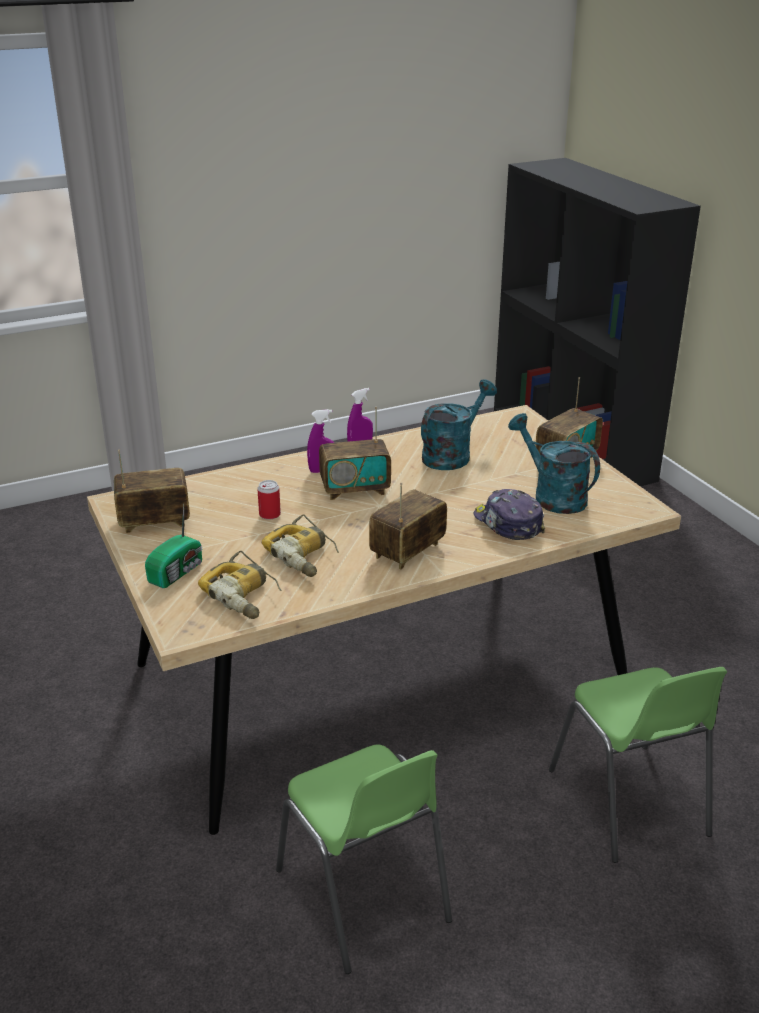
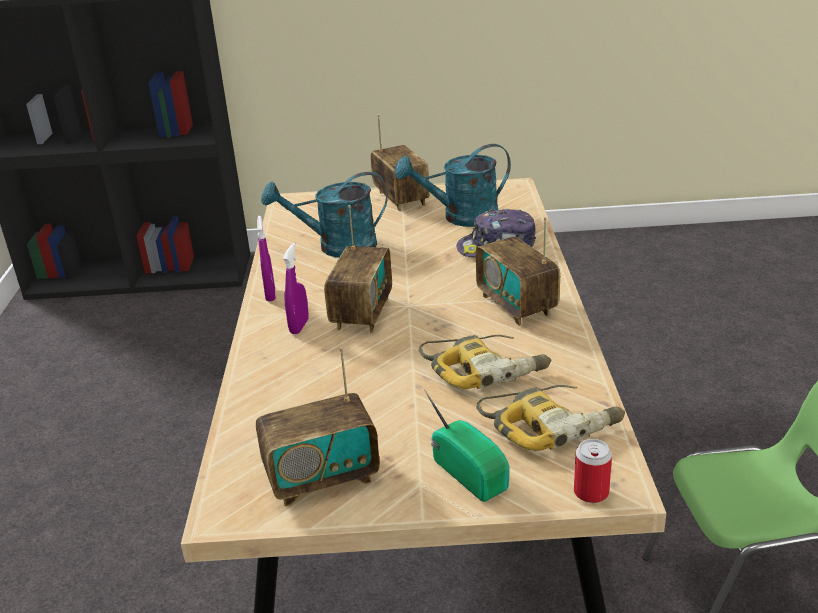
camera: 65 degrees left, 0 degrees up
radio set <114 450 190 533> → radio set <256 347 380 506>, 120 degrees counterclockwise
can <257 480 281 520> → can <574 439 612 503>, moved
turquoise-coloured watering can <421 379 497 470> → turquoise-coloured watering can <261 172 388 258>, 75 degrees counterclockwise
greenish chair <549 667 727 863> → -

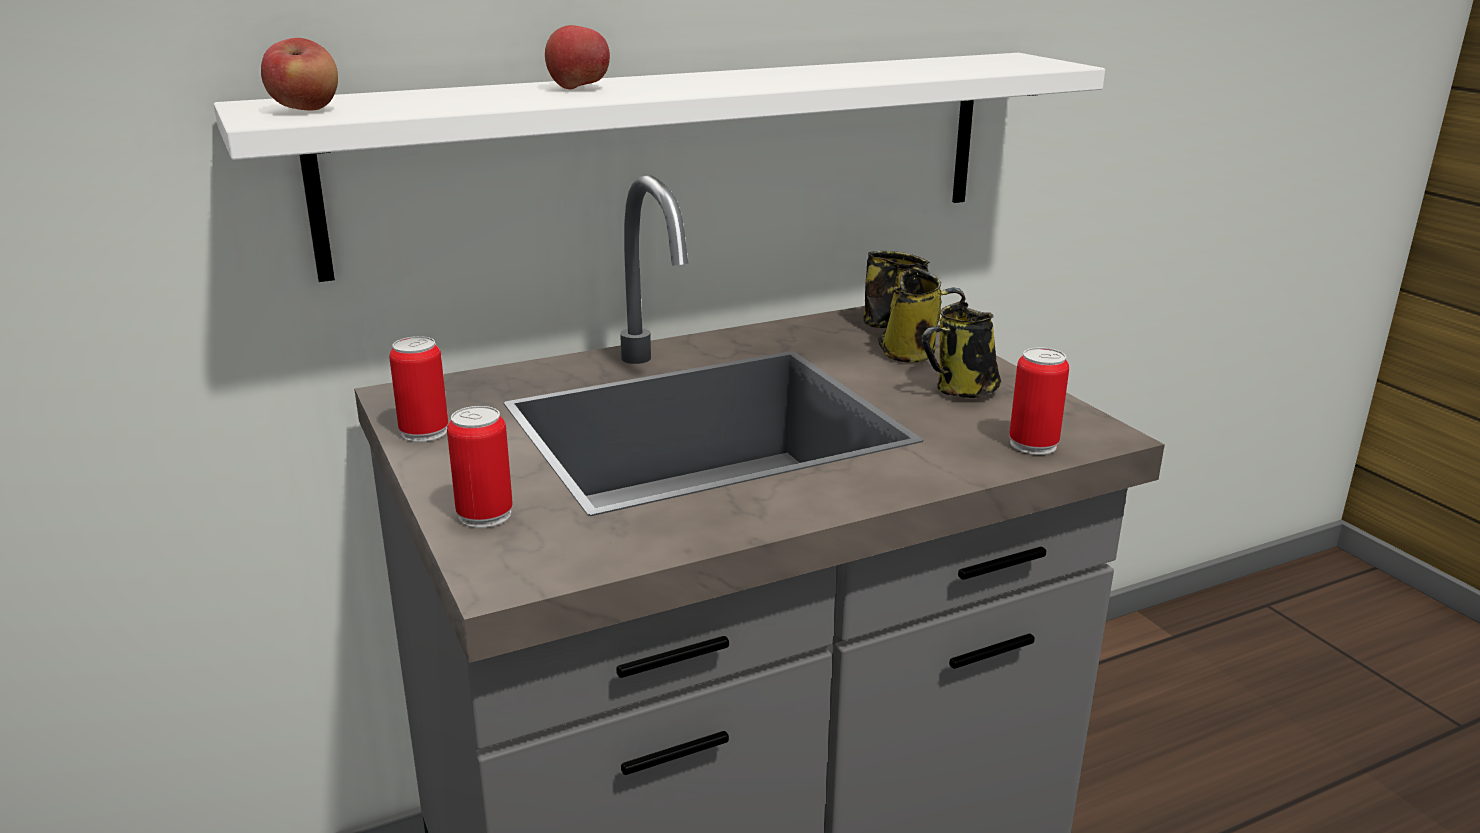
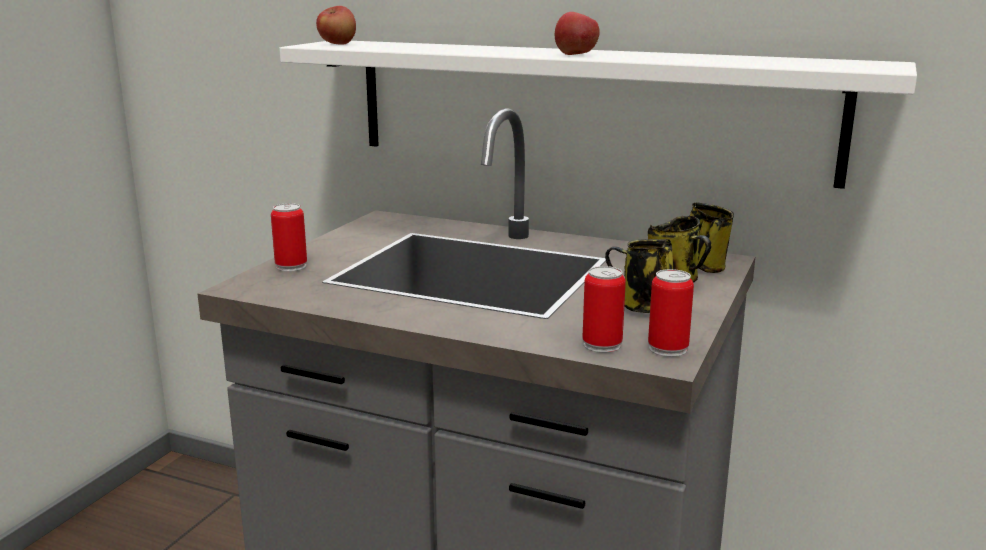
camera: 50 degrees right, 5 degrees down
can <389 336 448 442> → can <648 269 694 357>, moved
whole apple <545 25 610 89> → whole apple <555 12 600 55>, moved

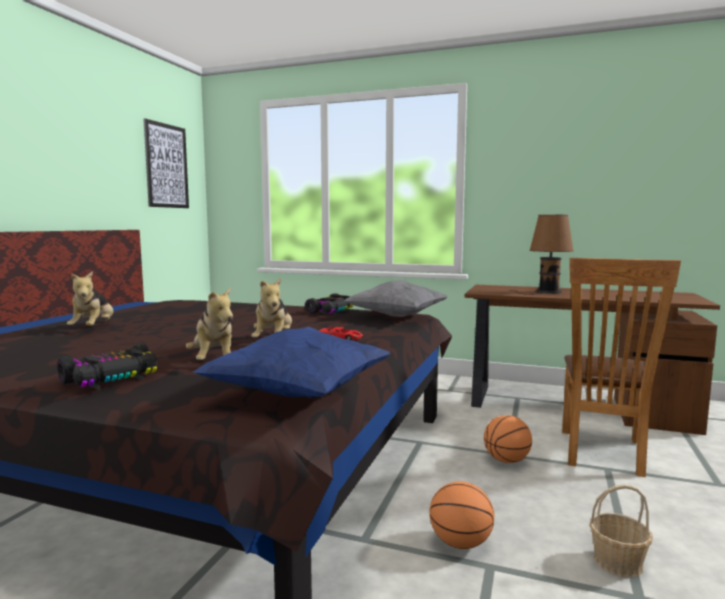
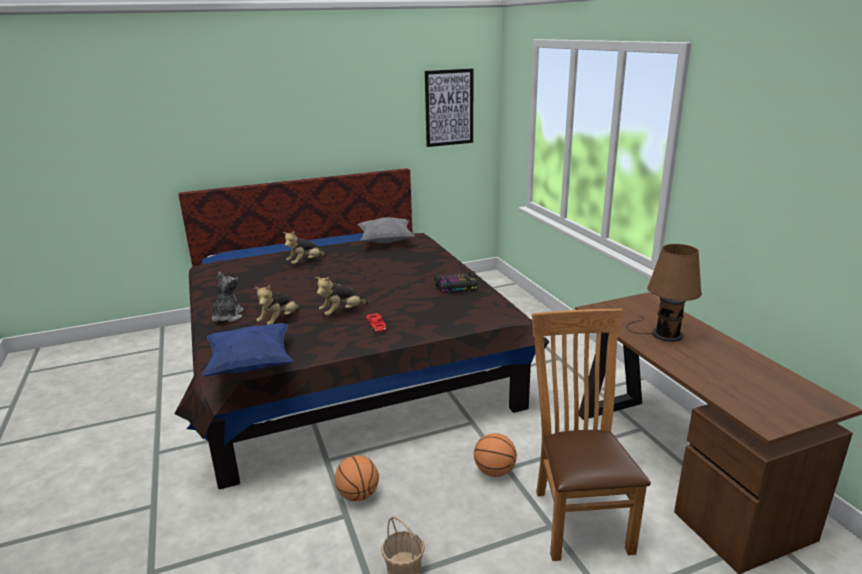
camera: 50 degrees right, 15 degrees up
miniature car <57 344 157 389> → plush toy <212 272 244 322>
greyish pillow <344 280 448 317> → greyish pillow <357 217 415 243>, moved
brownish chair <562 258 681 477> → brownish chair <532 309 651 561>, 105 degrees clockwise

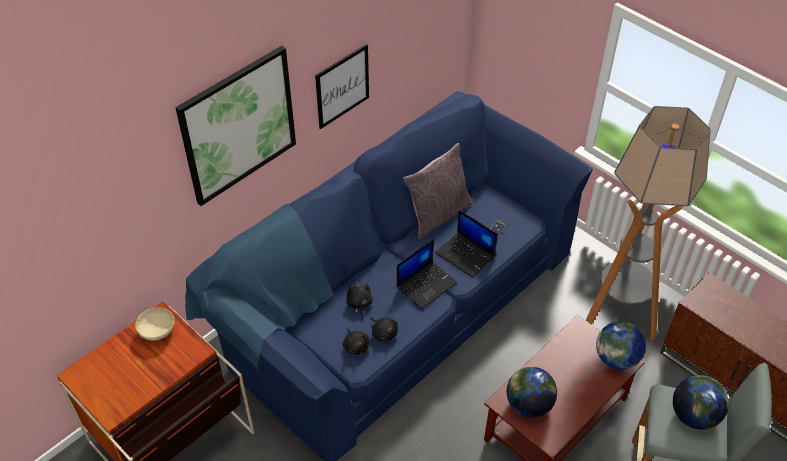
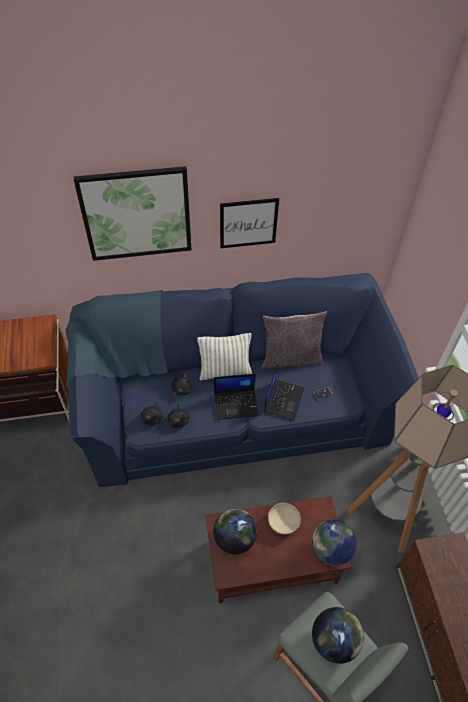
camera: 35 degrees right, 5 degrees up
beige-coloured serving bowl <135 308 175 341> → beige-coloured serving bowl <268 503 301 535>, moved
portable computer <435 210 497 278> → portable computer <264 363 304 421>, 150 degrees counterclockwise
- → pillow <197 333 252 380>

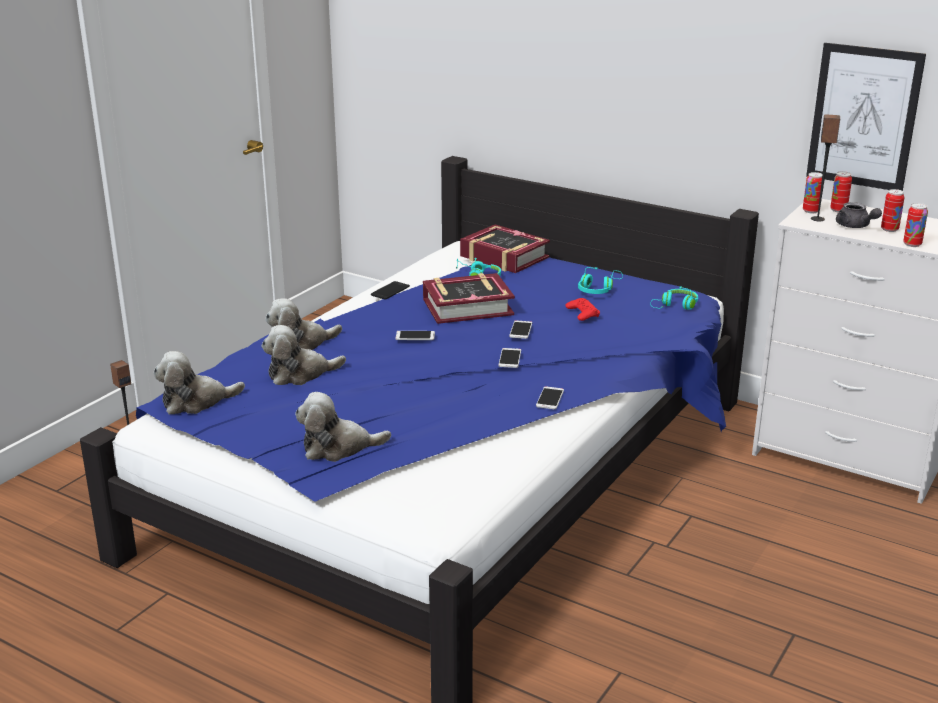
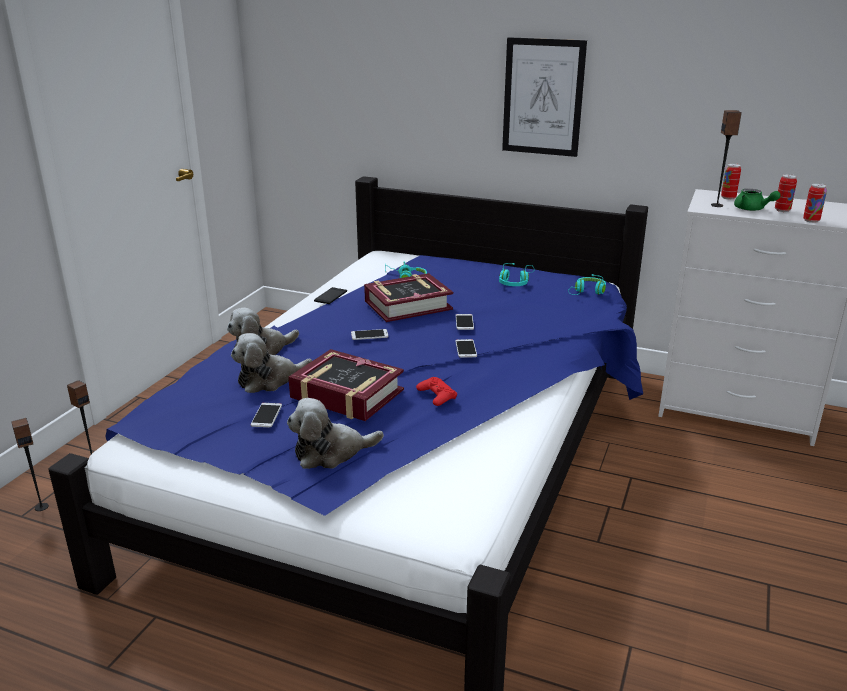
camera: 10 degrees left, 0 degrees up
plush toy <153 351 245 414> → -
volume <460 225 550 273> → volume <288 349 404 421>, moved
phone <536 386 564 410> → phone <251 403 282 427>, moved
red-coloured game controller <565 298 600 321> → red-coloured game controller <416 377 457 406>, moved
can <803 172 822 213> → -
picture <806 43 926 191> → picture <502 37 587 157>, moved
greyish tea pot <836 202 882 228> → greenish tea pot <734 189 781 211>
- → audio speaker <11 418 49 511>

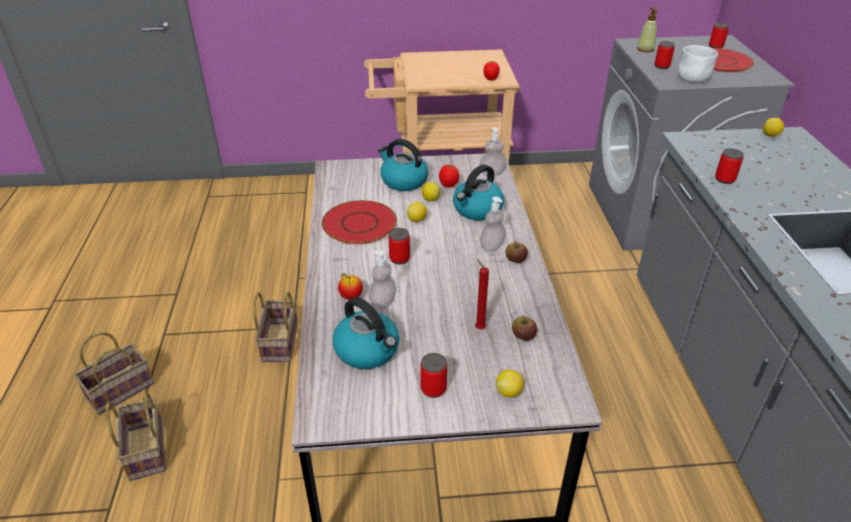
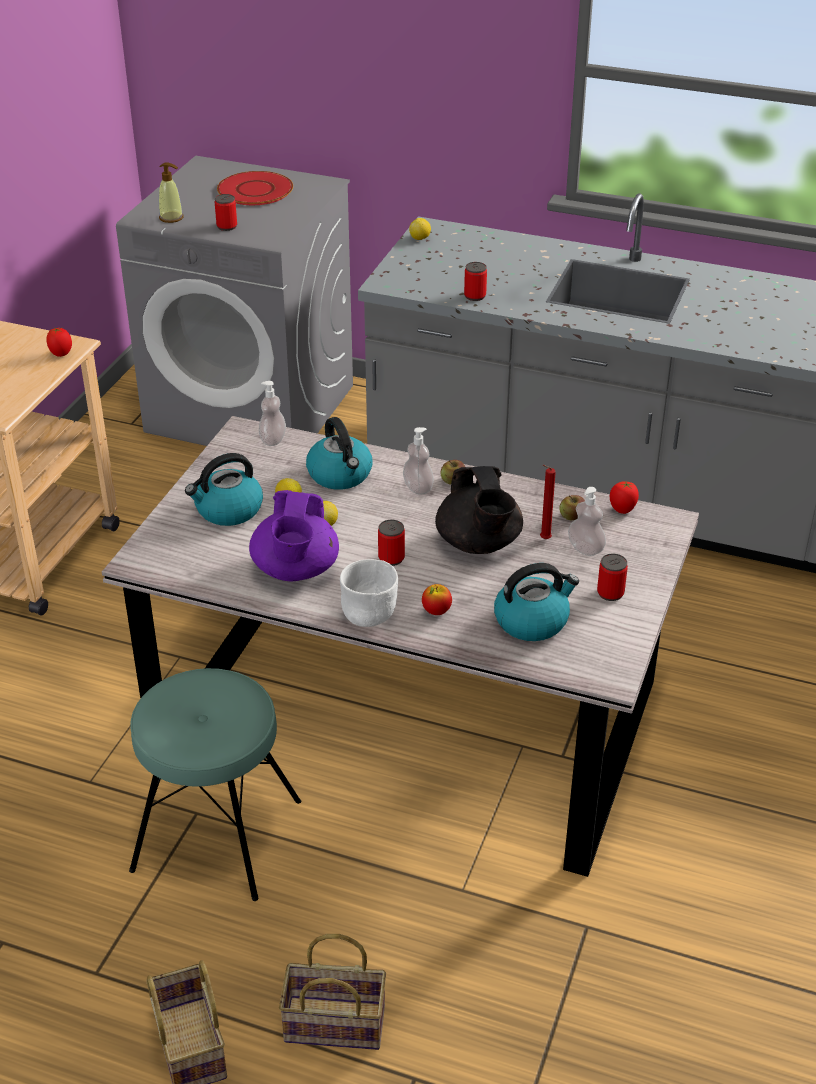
camera: 65 degrees left, 0 degrees up
basket <253 292 298 362> → turquoise-coloured sitting stool <129 668 301 901>
red-coloured plate <322 200 397 244> → purple-coloured tea pot <249 490 339 581>
liquid soap bottle <369 250 397 310> → liquid soap bottle <568 487 606 556>, moved
whole tomato <439 165 459 188> → whole tomato <610 481 639 514>, moved
citrus fruit <496 370 524 397> → -
white-coloured serving bowl <678 45 718 83> → white-coloured serving bowl <340 559 398 627>, moved
can <709 23 729 48> → -
- → black-coloured tea pot <435 466 523 554>

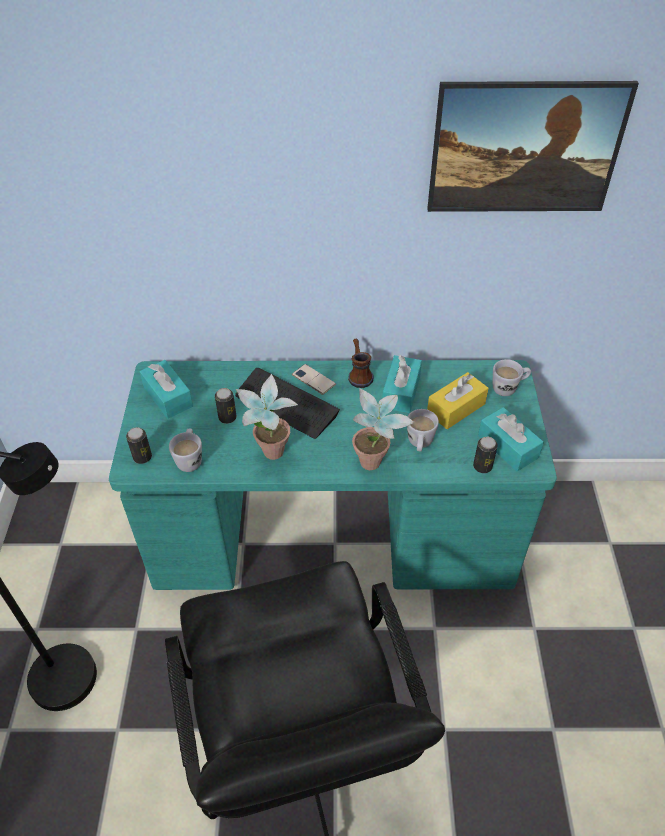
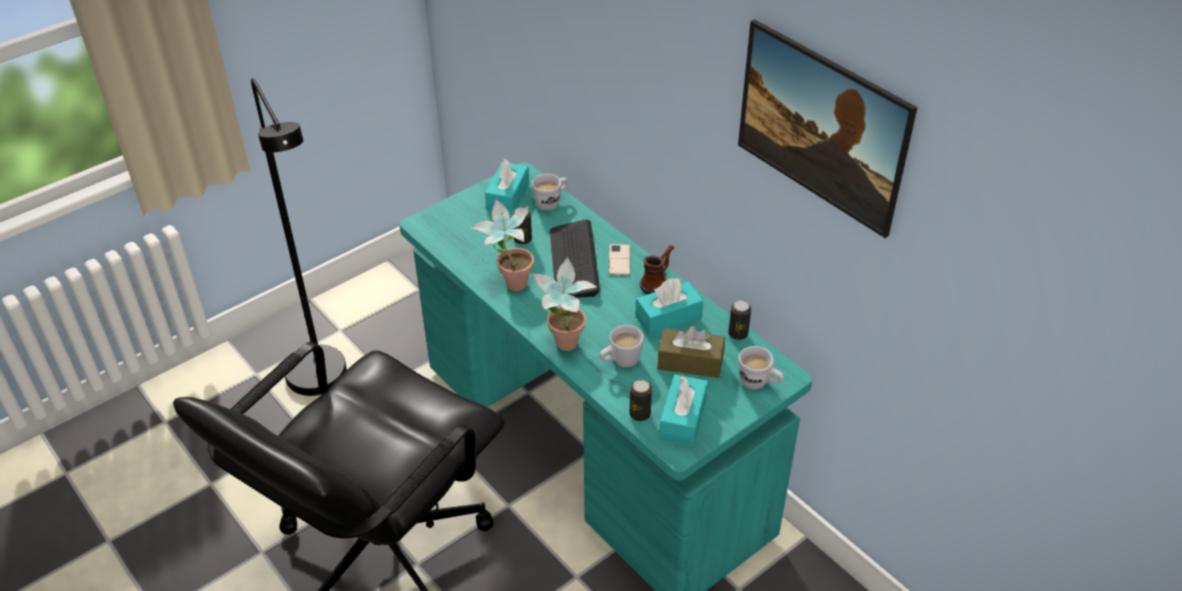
camera: 50 degrees right, 5 degrees down
can <126 427 152 464> → can <728 300 751 340>, moved
white-coloured mug <169 429 202 472> → white-coloured mug <532 174 568 211>, moved
yellow tissue holder <427 372 489 429> → brownish tissue holder <658 326 725 378>

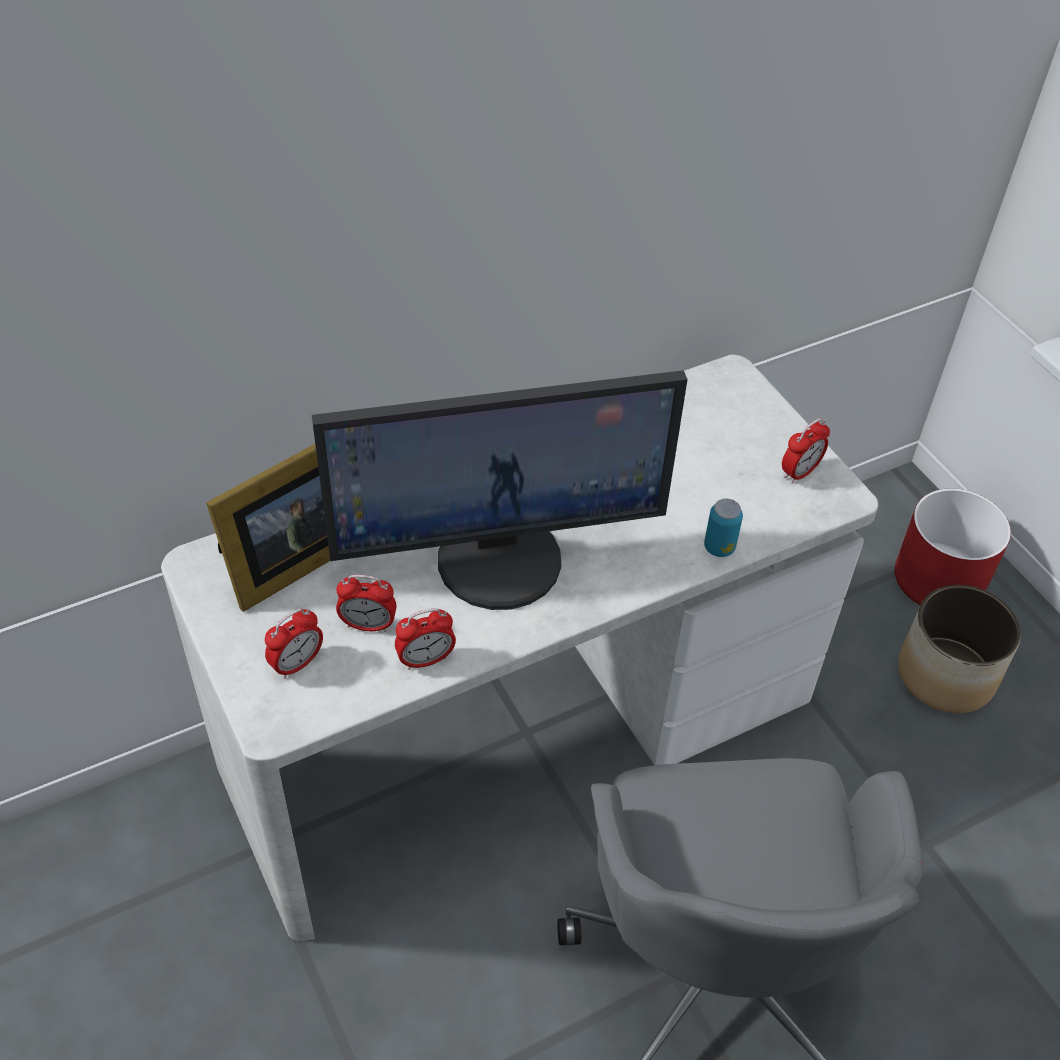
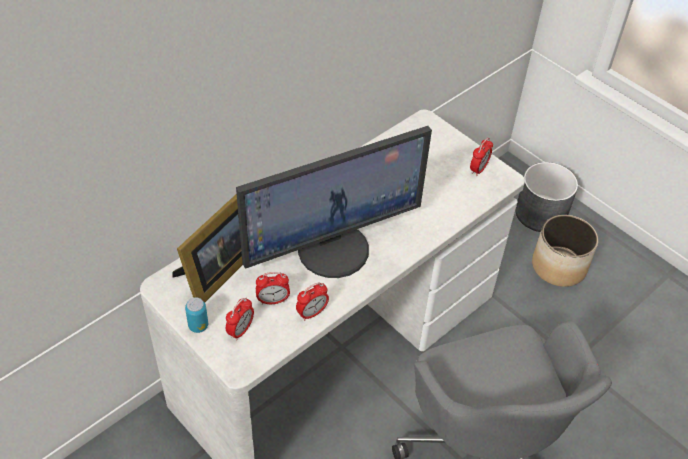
camera: 15 degrees left, 0 degrees up
can <704 499 743 557> → can <185 297 208 333>, moved
red-coloured flower pot <894 488 1011 605> → greyish flower pot <515 162 578 232>

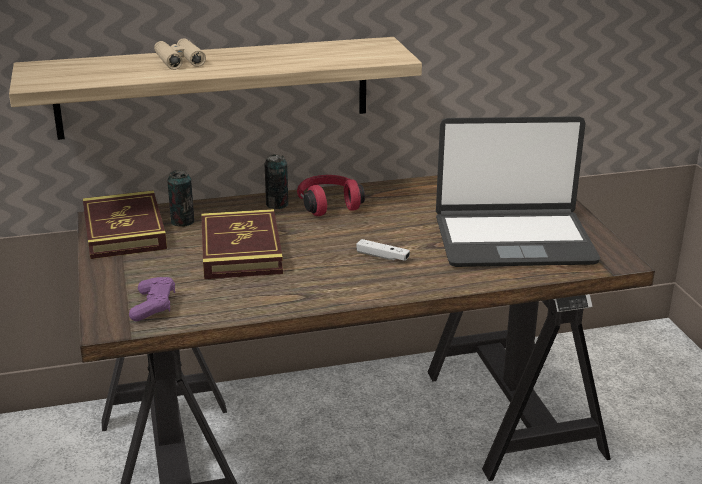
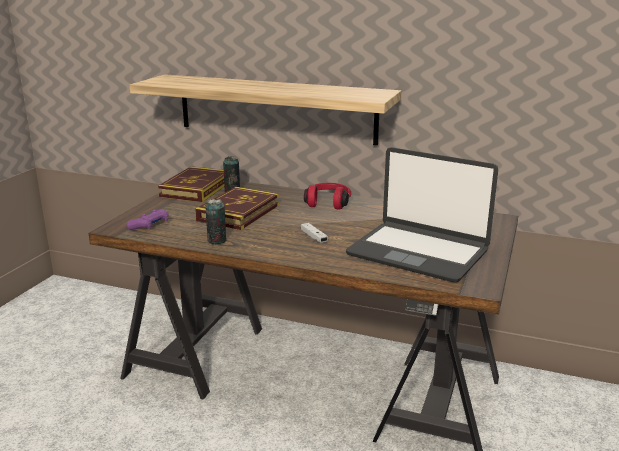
camera: 35 degrees right, 5 degrees down
beige-coloured binoculars <154 38 206 70> → -
can <265 154 288 209> → can <206 199 226 245>, moved

